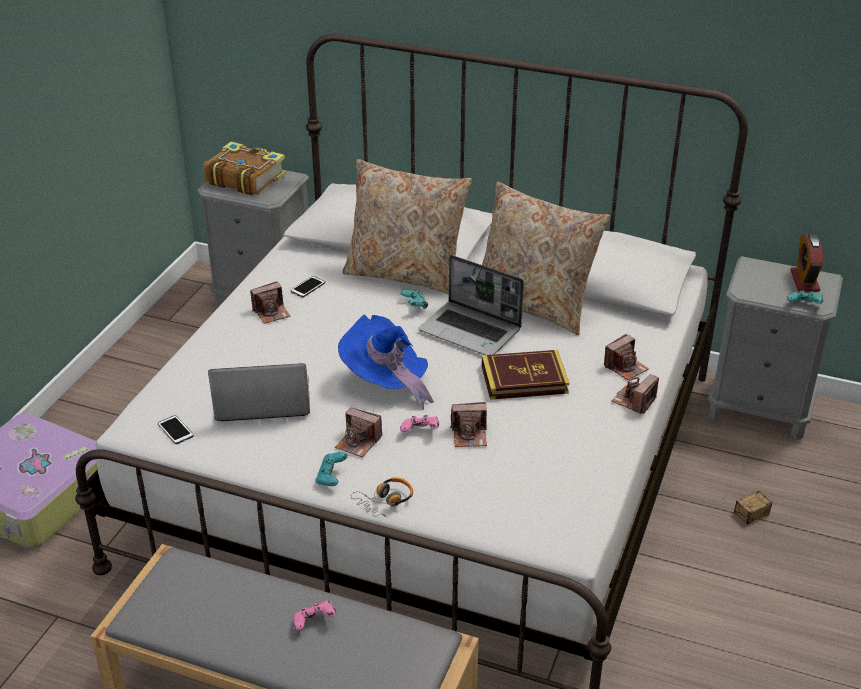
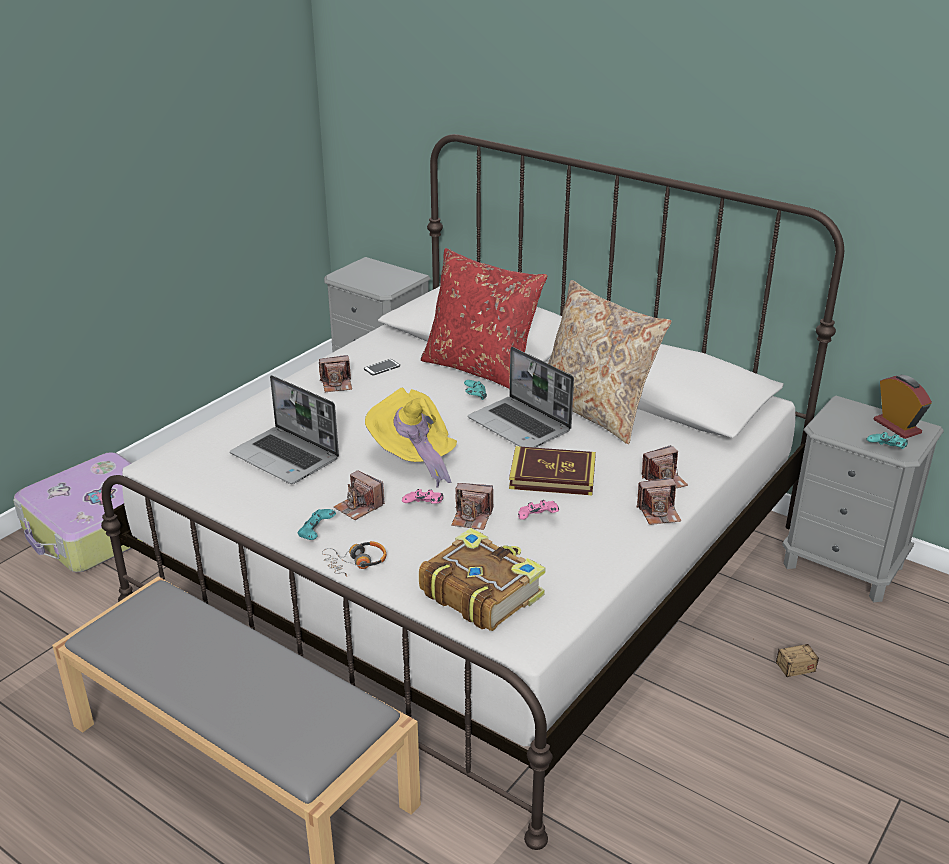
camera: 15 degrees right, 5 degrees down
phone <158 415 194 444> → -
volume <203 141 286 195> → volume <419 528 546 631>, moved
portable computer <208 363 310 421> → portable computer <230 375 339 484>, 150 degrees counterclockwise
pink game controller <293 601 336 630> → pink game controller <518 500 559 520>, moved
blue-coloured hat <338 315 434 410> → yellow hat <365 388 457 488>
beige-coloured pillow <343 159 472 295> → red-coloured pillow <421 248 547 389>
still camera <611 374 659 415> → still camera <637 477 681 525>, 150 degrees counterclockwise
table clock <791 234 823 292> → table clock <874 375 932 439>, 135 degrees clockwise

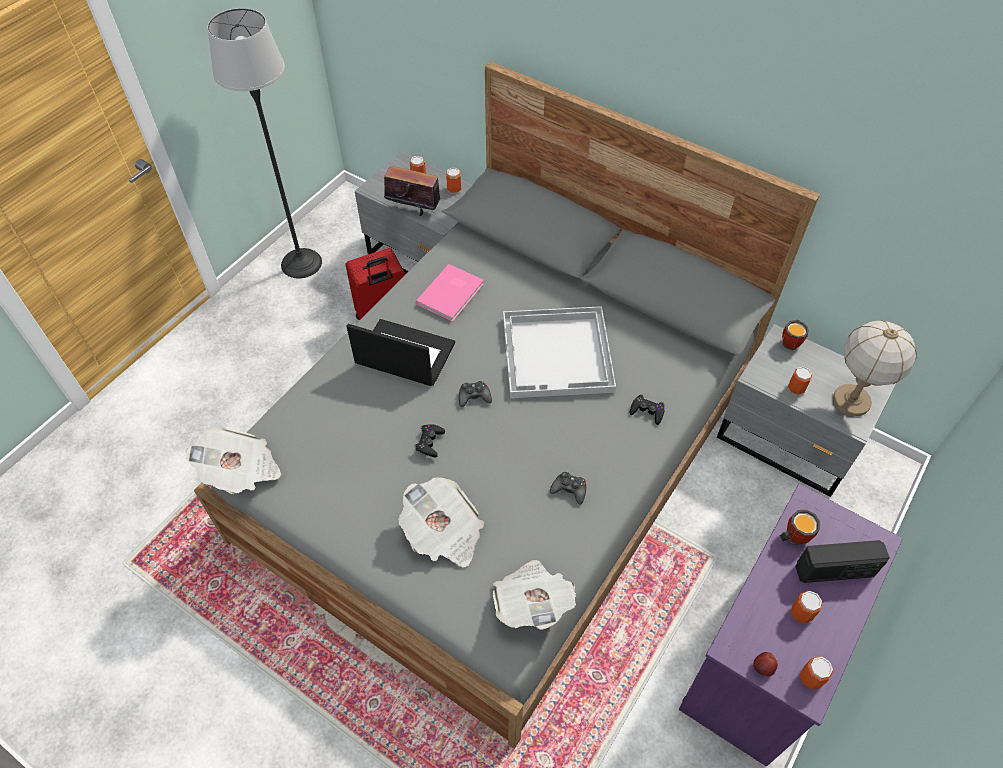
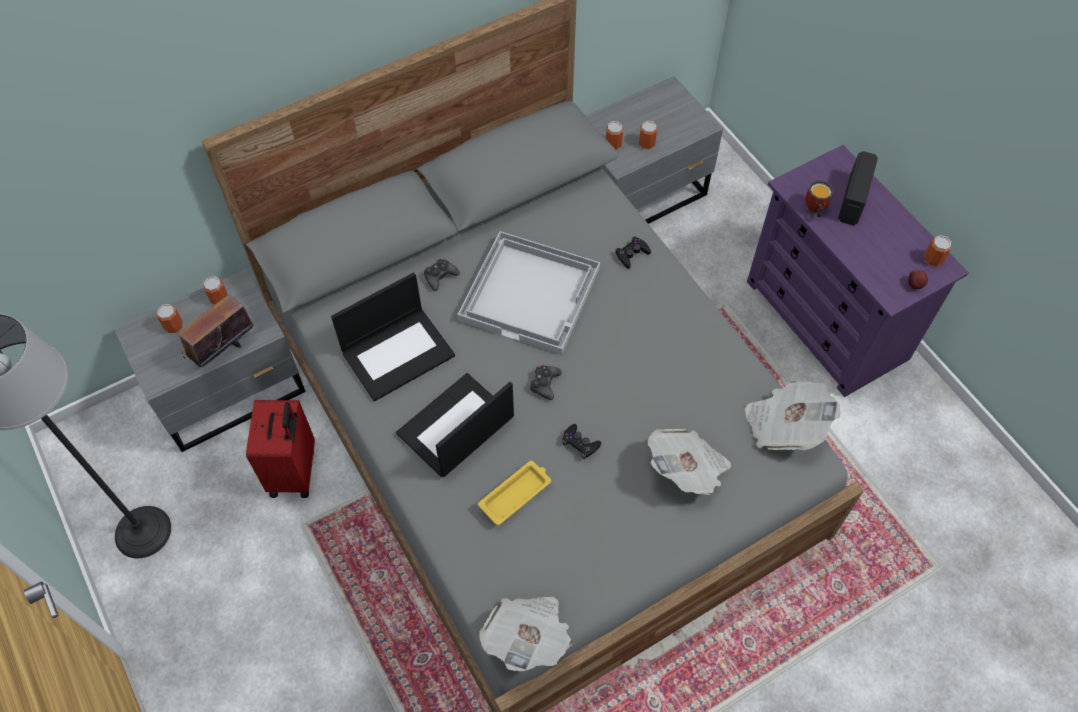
camera: 65 degrees left, 5 degrees up
pink volume <416 264 484 322> → portable computer <331 272 455 401>
black-coloured game controller <550 472 586 504> → black-coloured game controller <424 259 460 291>, moved
mug <782 320 809 350> → -
can <791 591 822 624> → can <606 121 623 150>, moved
lamp for a table <833 320 917 416> → -
- → yellow tray <478 461 551 525>

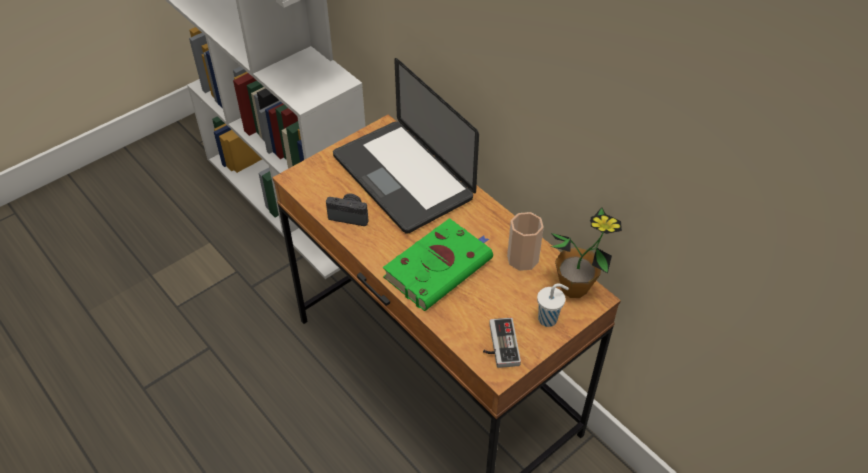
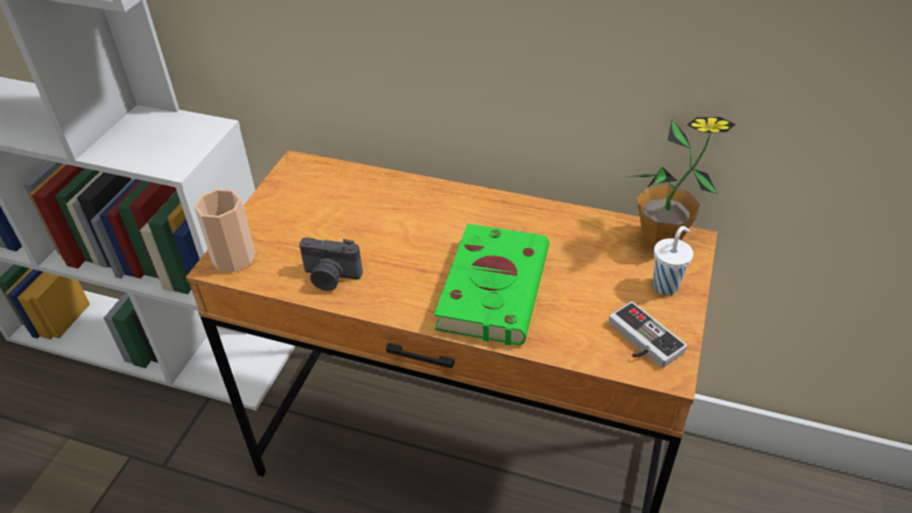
camera: 30 degrees left, 5 degrees down
still camera <326 194 368 226> → still camera <299 237 363 291>, 150 degrees counterclockwise
portable computer <333 58 479 234> → -
drinking cup <507 212 544 271> → drinking cup <194 189 256 272>, moved

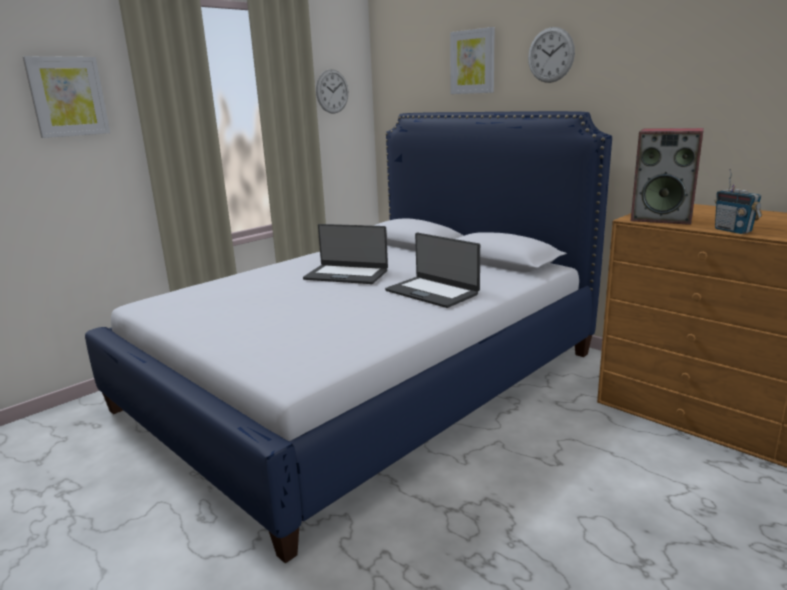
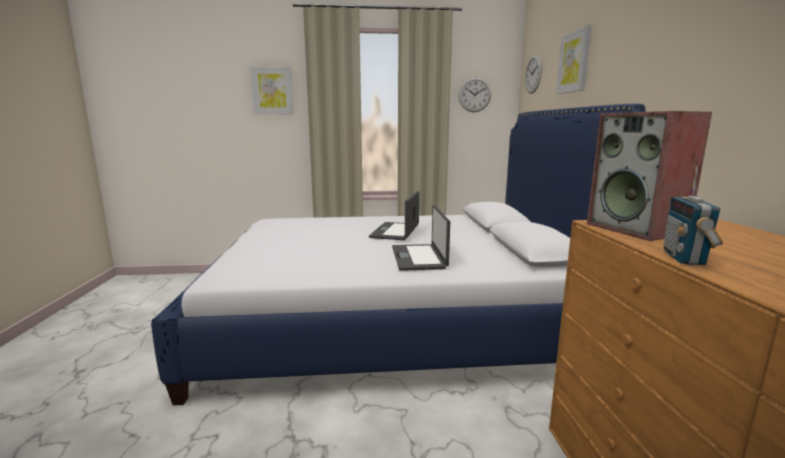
camera: 40 degrees right, 5 degrees down
portable computer <303 224 388 284> → portable computer <369 191 419 240>, 45 degrees clockwise
wall clock <528 27 575 83> → wall clock <525 55 542 94>, moved

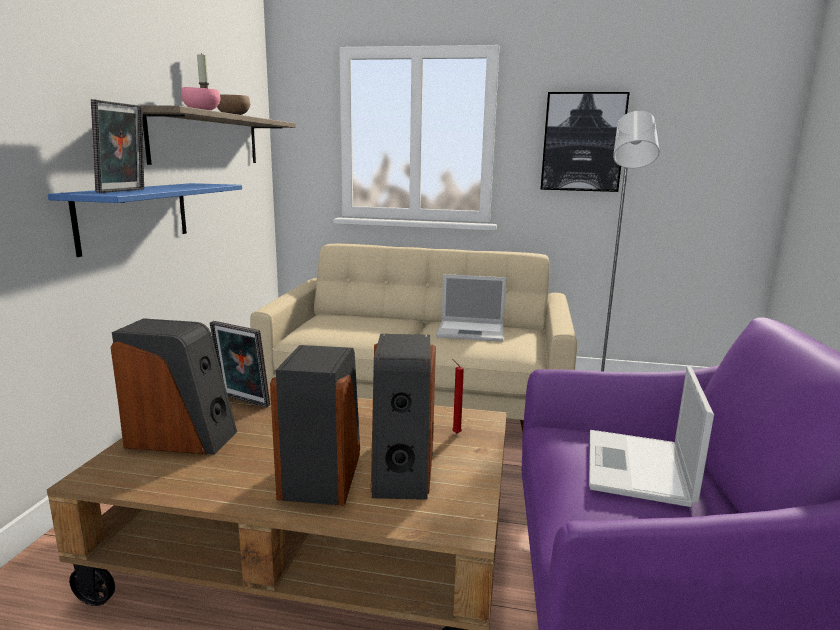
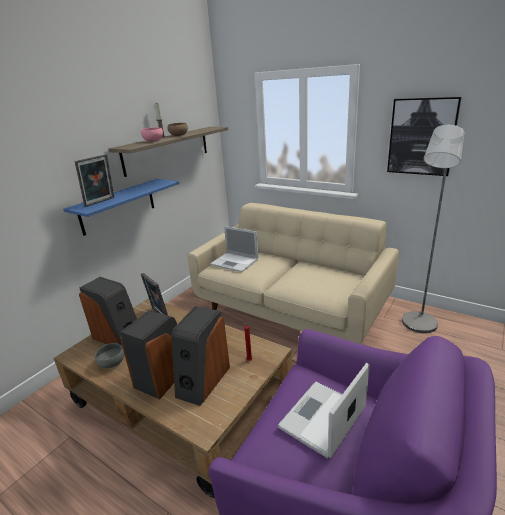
camera: 25 degrees right, 10 degrees up
portable computer <436 274 506 342> → portable computer <210 226 258 272>, moved
- → greyish serving bowl <95 343 124 368>

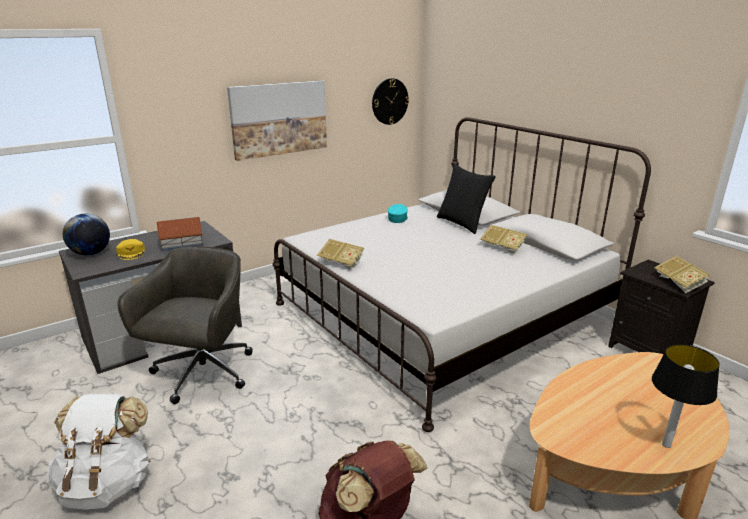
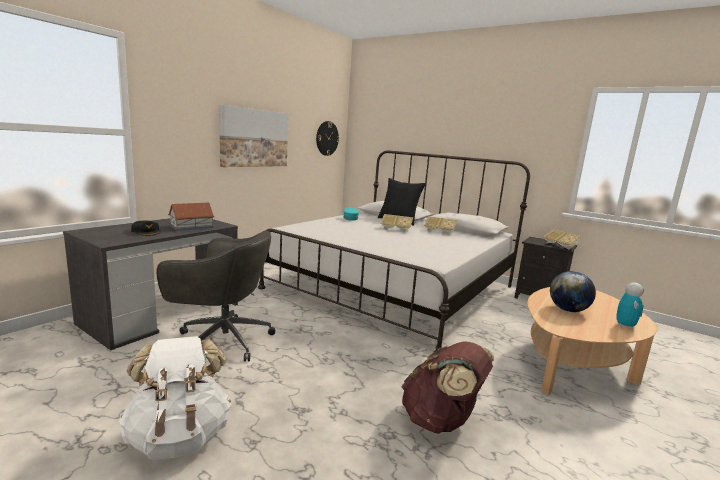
camera: 20 degrees left, 10 degrees down
globe <63 214 110 255> → globe <550 271 596 312>, moved
yellow baseball cap <116 239 145 260> → black-coloured baseball cap <131 221 161 236>
greyish office chair <118 246 253 404> → greyish office chair <156 230 275 362>, 105 degrees clockwise
volume <317 239 364 270> → volume <381 214 413 232>, moved
lamp for a table <652 344 720 448> → toy robot <617 282 644 329>

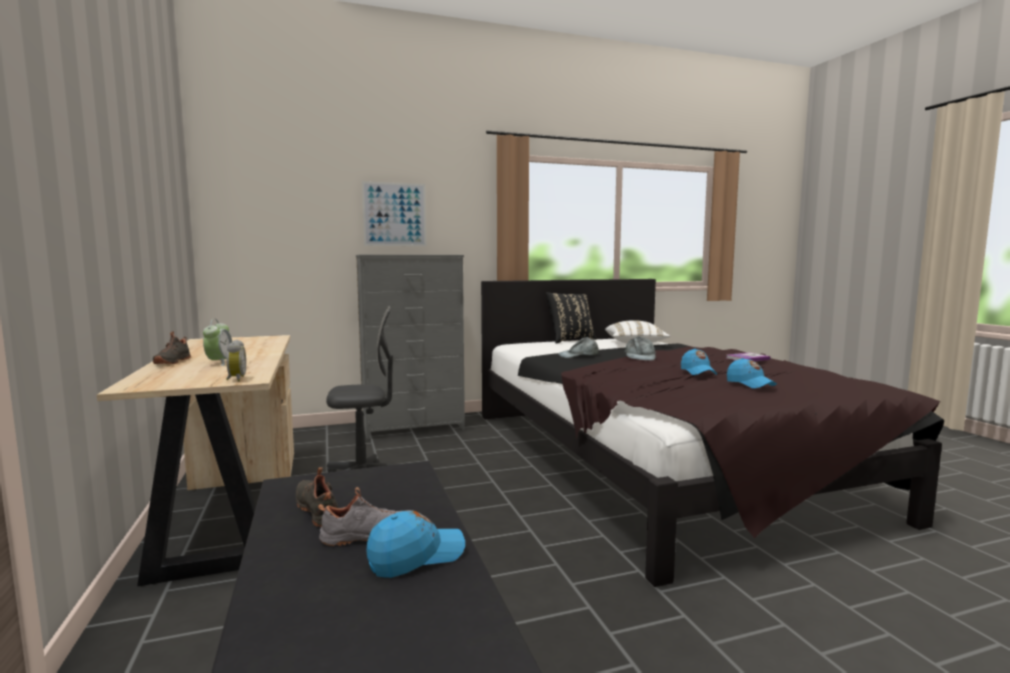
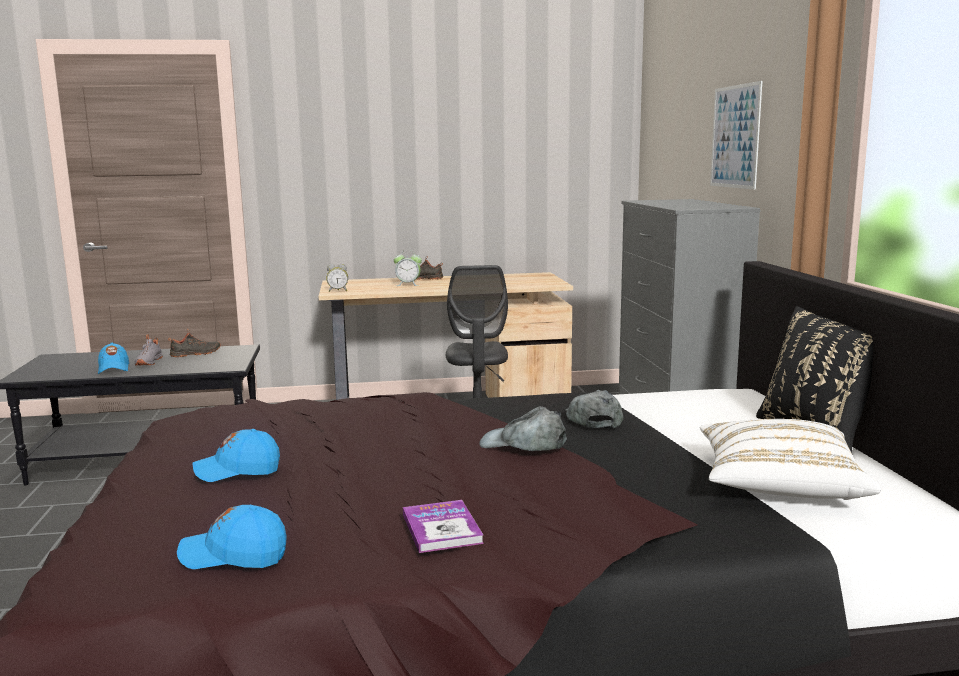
camera: 100 degrees right, 5 degrees up
blue-coloured baseball cap <681 348 717 375> → blue-coloured baseball cap <177 505 287 569>, moved

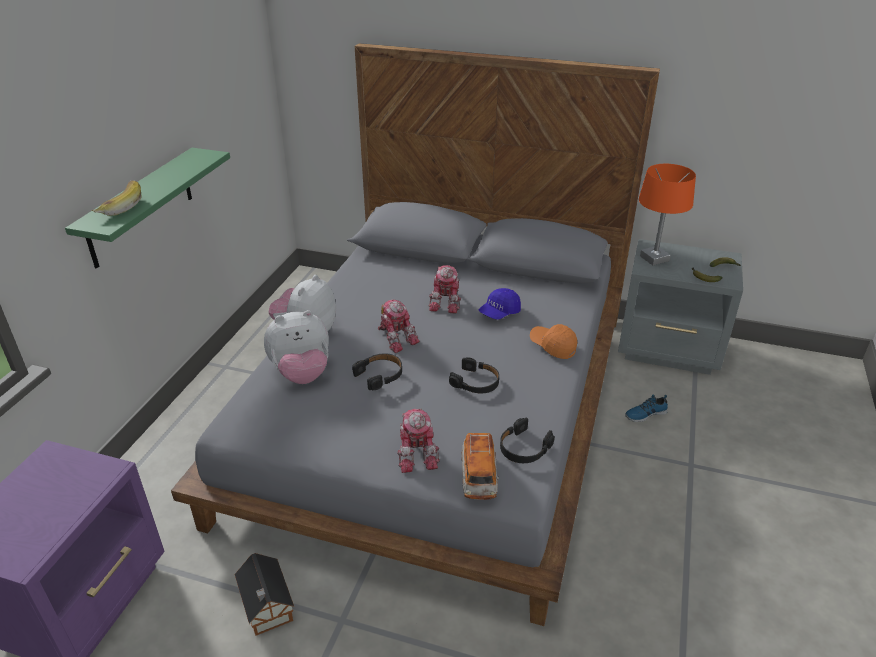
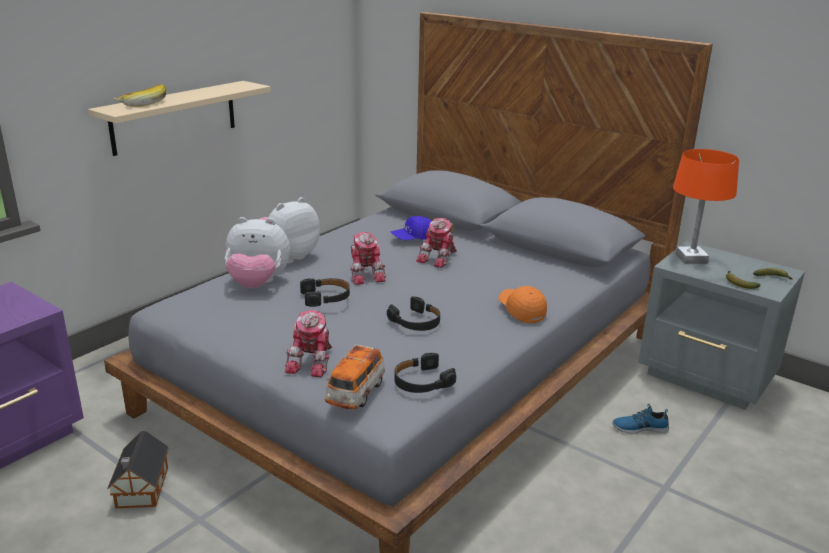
camera: 20 degrees right, 10 degrees down
greenish bracket shelf <65 148 230 269> → beige-coloured bracket shelf <88 81 271 156>
blue-coloured baseball cap <478 288 521 320> → blue-coloured baseball cap <391 216 433 240>, moved

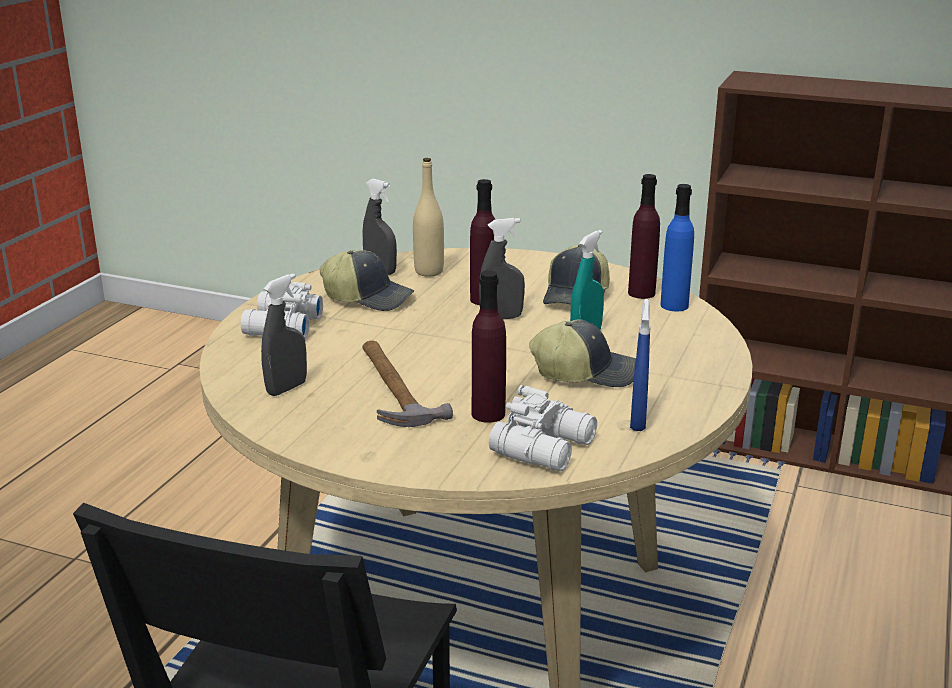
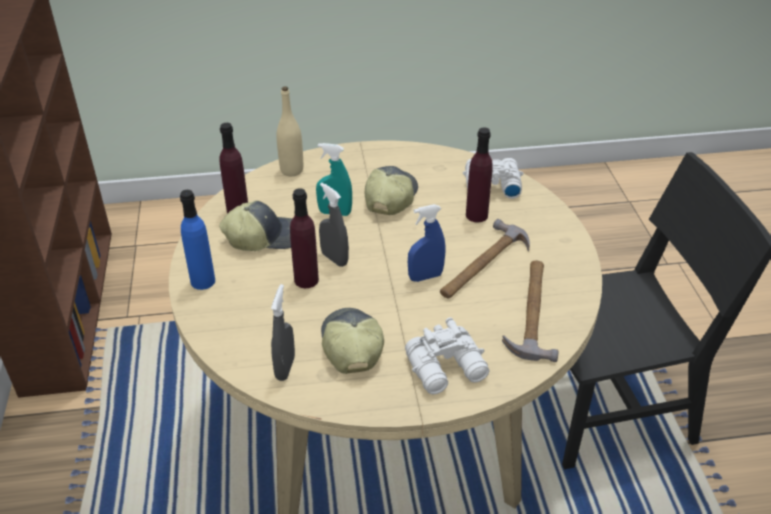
camera: 120 degrees left, 15 degrees up
greyish sprayer <261 274 307 396> → tool hammer <502 260 558 362>
beige-coloured beverage bottle <413 158 444 276> → beige-coloured beverage bottle <277 86 303 176>, moved
baseball cap <529 320 636 387> → baseball cap <365 166 418 215>, 45 degrees clockwise
blue-coloured sprayer <630 299 650 431> → blue-coloured sprayer <408 204 445 282>, moved
blue-coloured beverage bottle <660 184 694 311> → blue-coloured beverage bottle <180 190 215 290>, moved

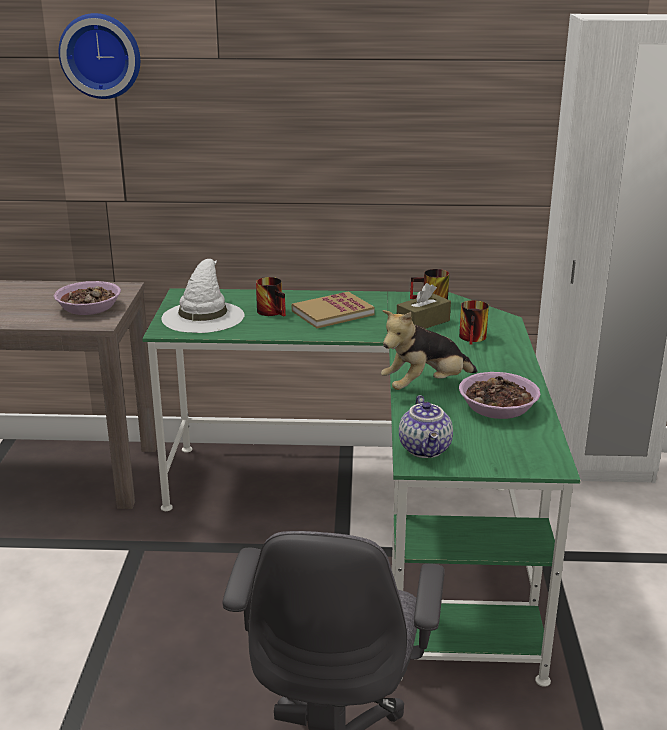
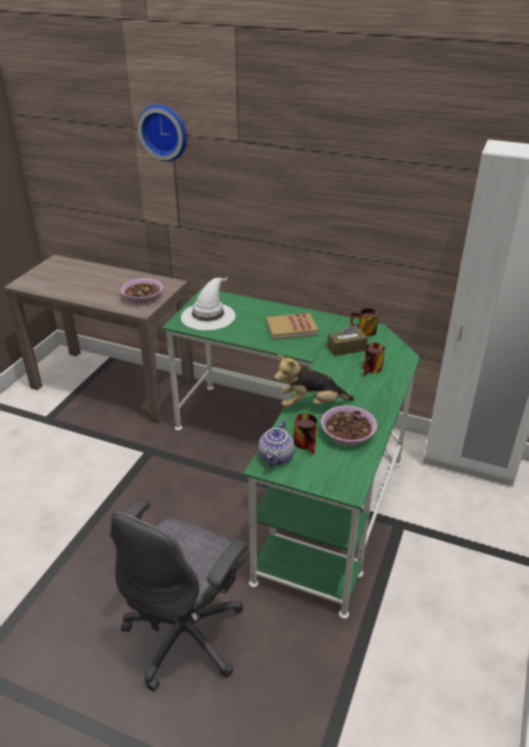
camera: 20 degrees right, 10 degrees up
mug <256 277 286 316> → mug <294 413 317 455>, moved

